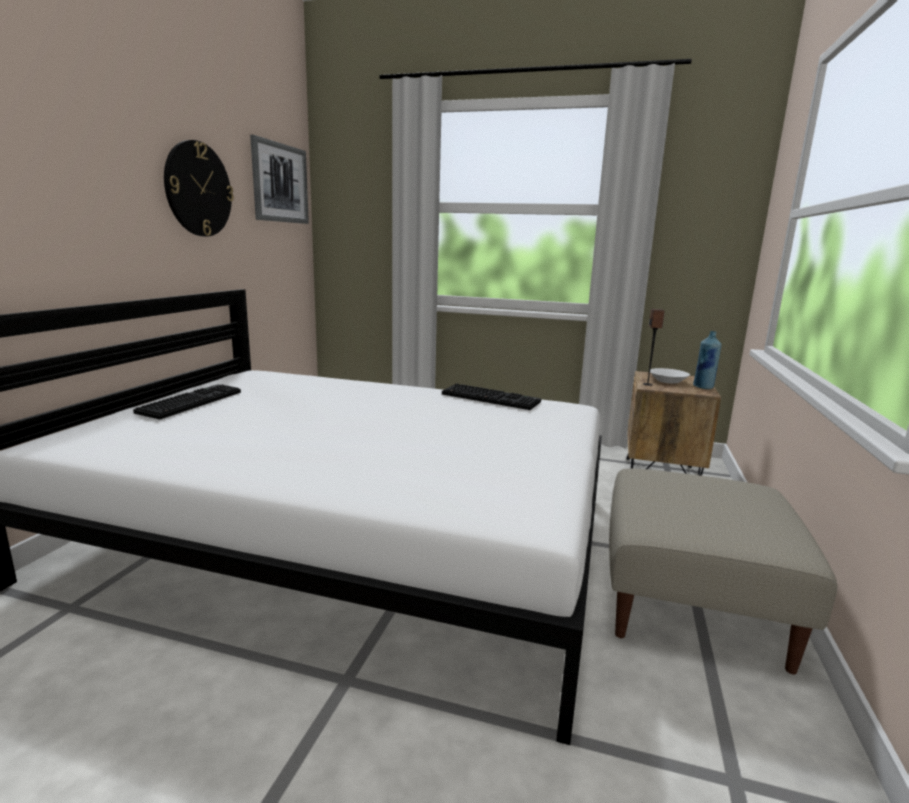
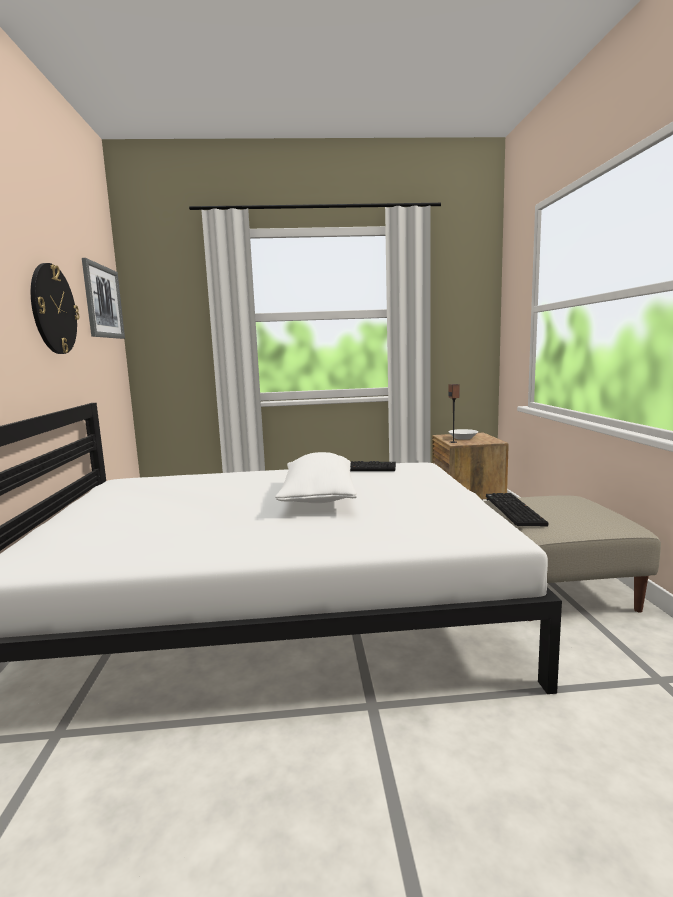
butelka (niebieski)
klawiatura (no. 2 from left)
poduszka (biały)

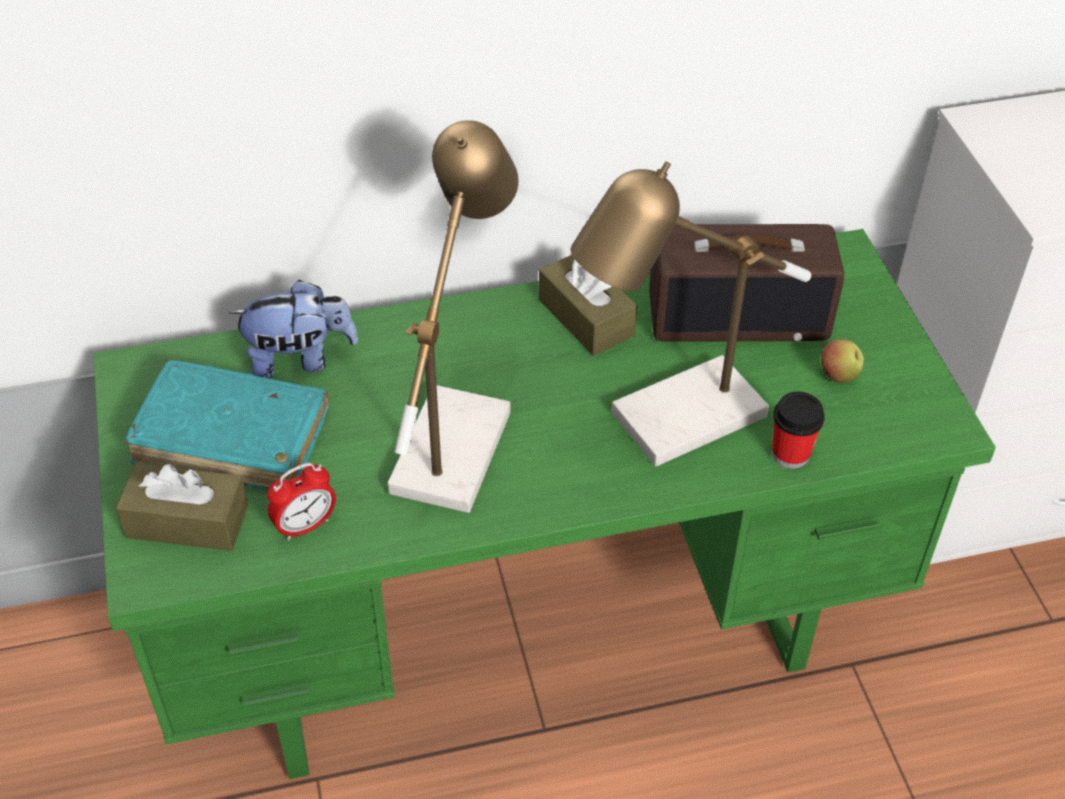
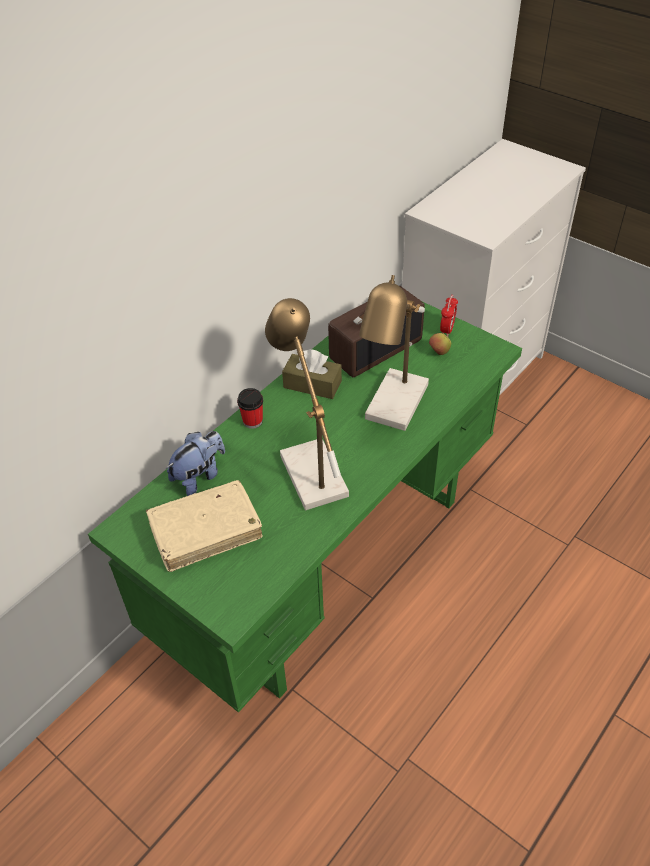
książka (beżowy)
filiżanka
pudełko chusteczek (brązowy) (no. 1 from left in the first image)
budzik

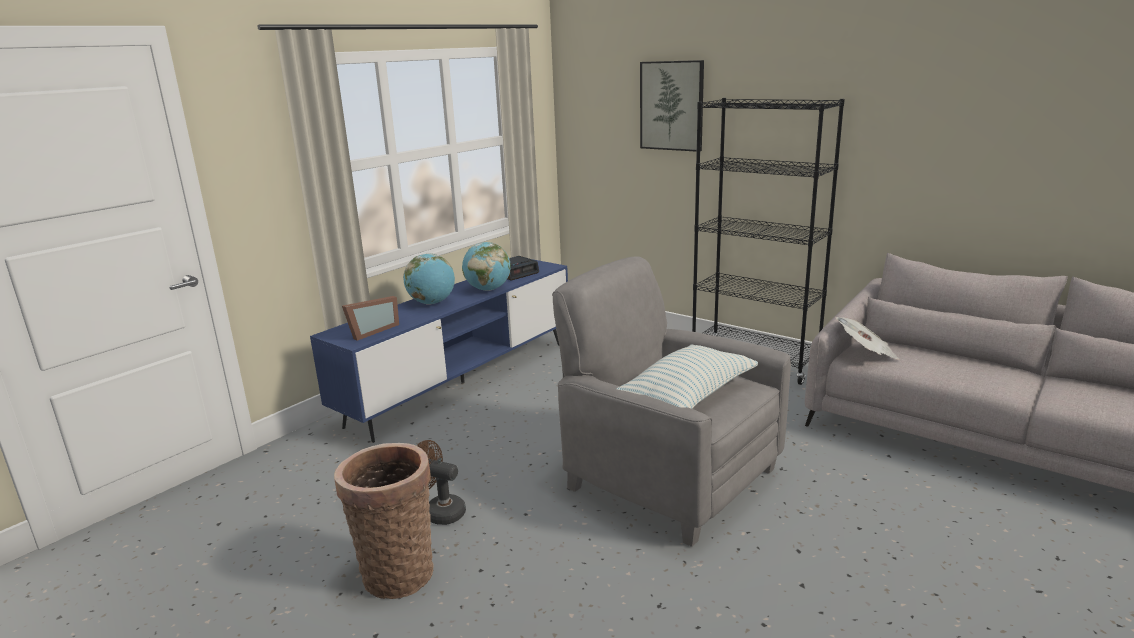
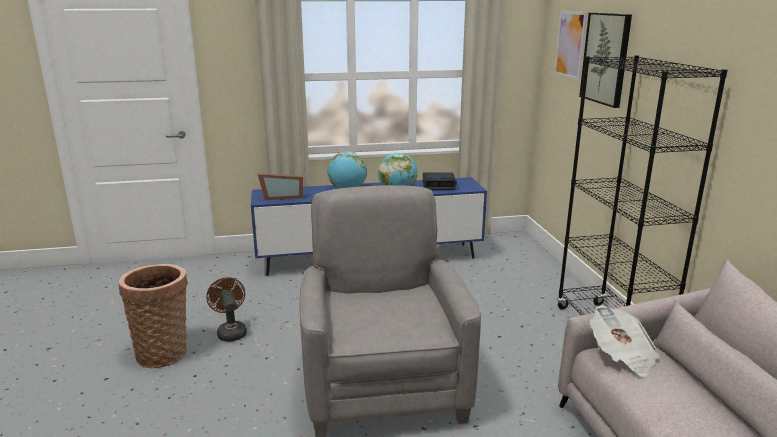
poduszka
obraz (no. 1 from left)

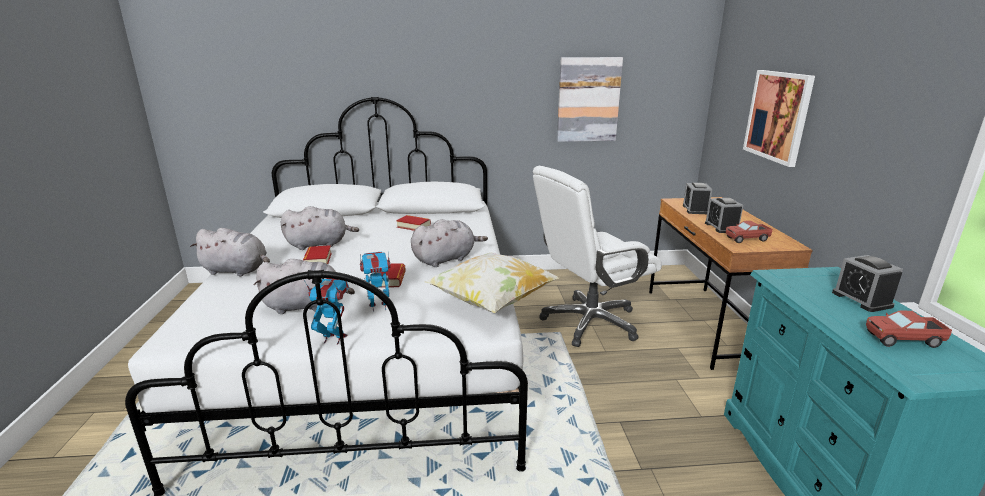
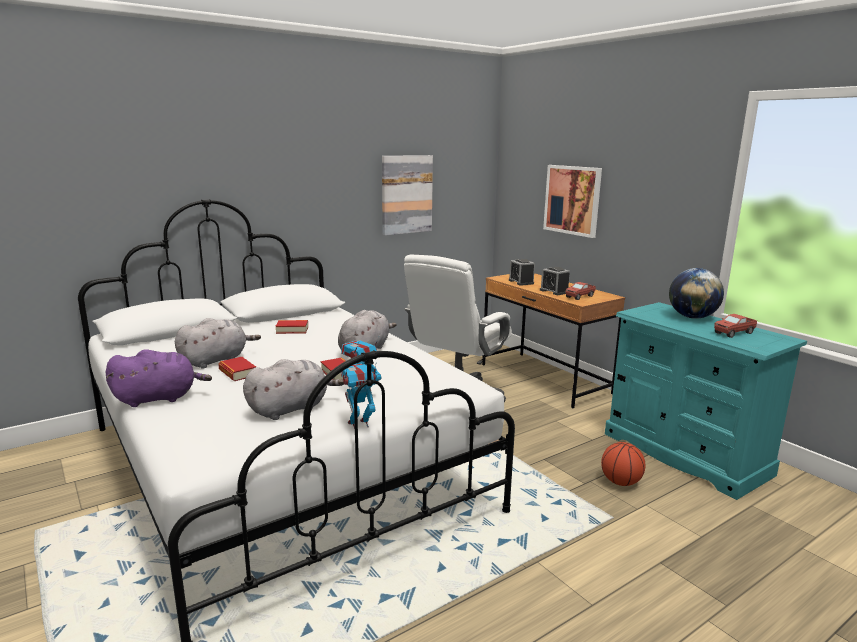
pluszak (fioletowy)
poduszka
globus
piłka do koszykówki

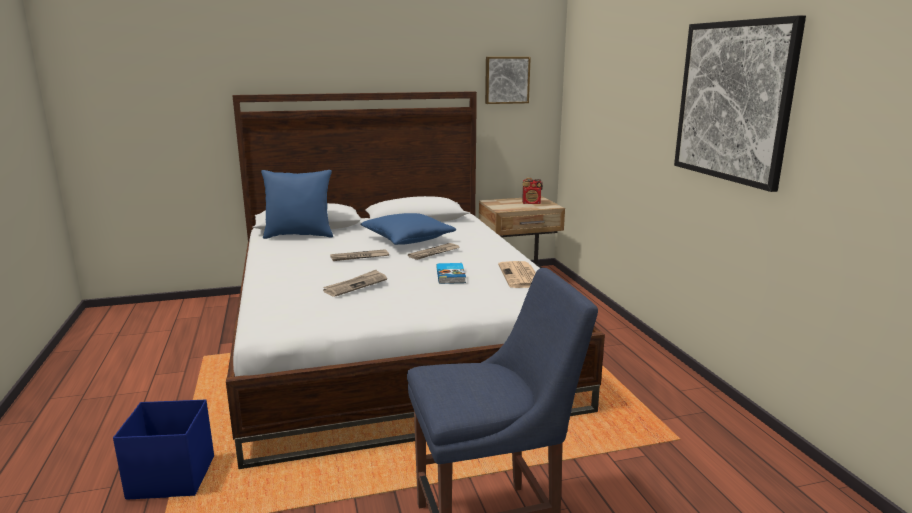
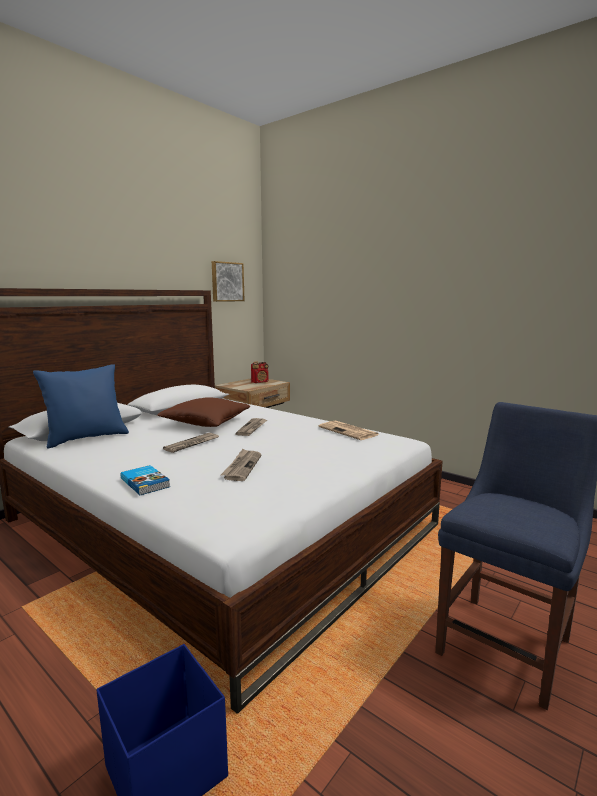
obraz (no. 2 from left in the first image)
poduszka (brązowy)
książka

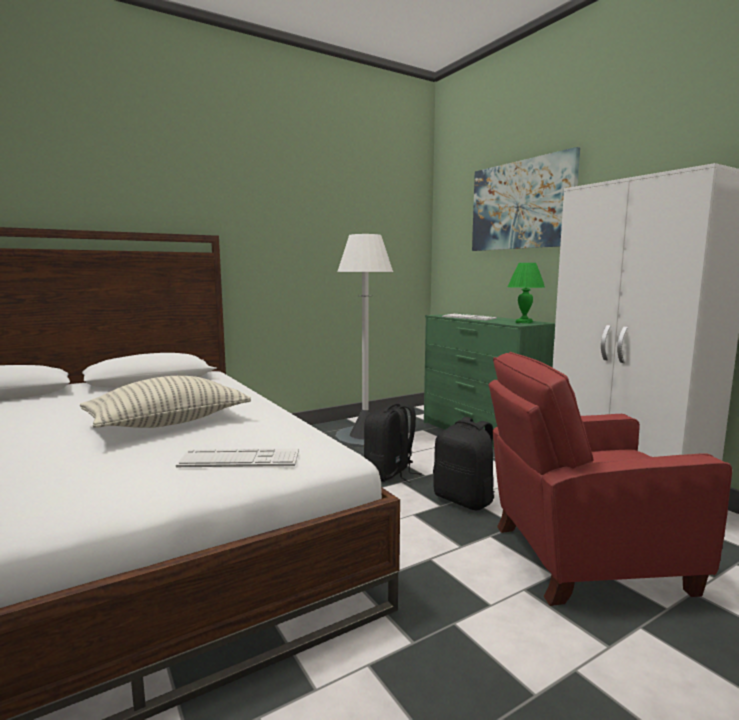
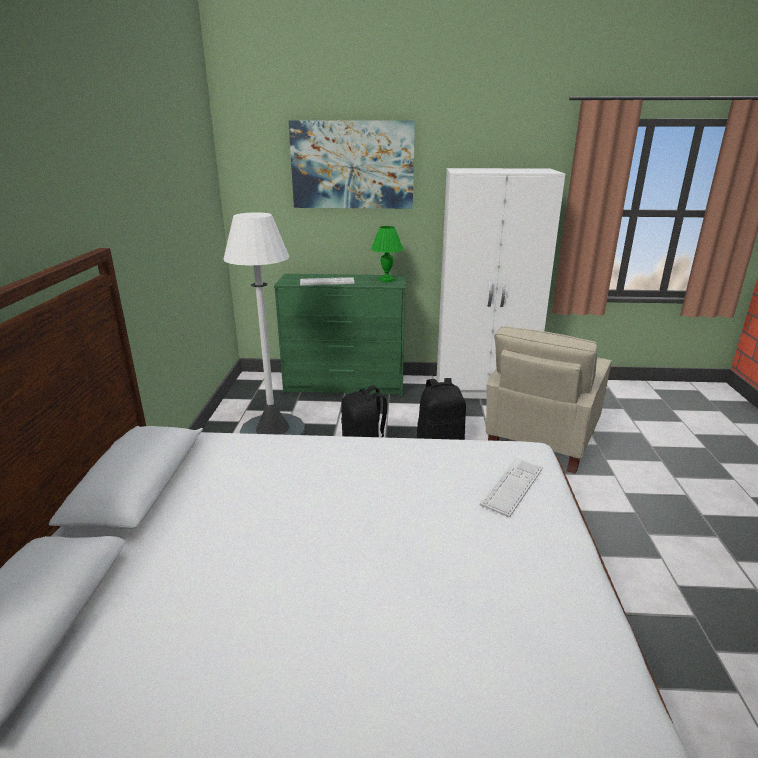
fotel (beżowy)
poduszka

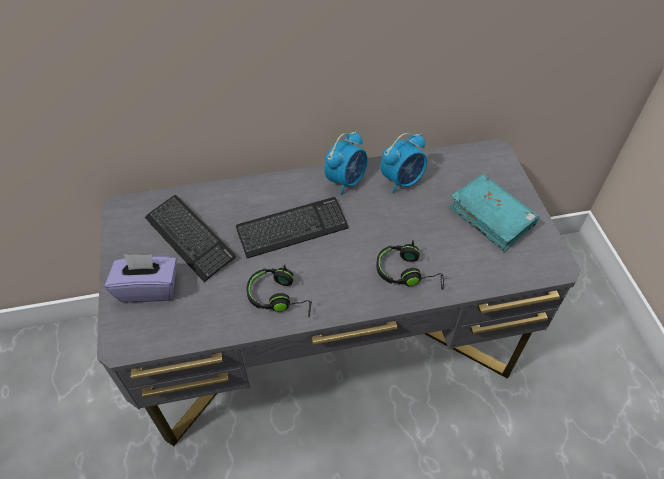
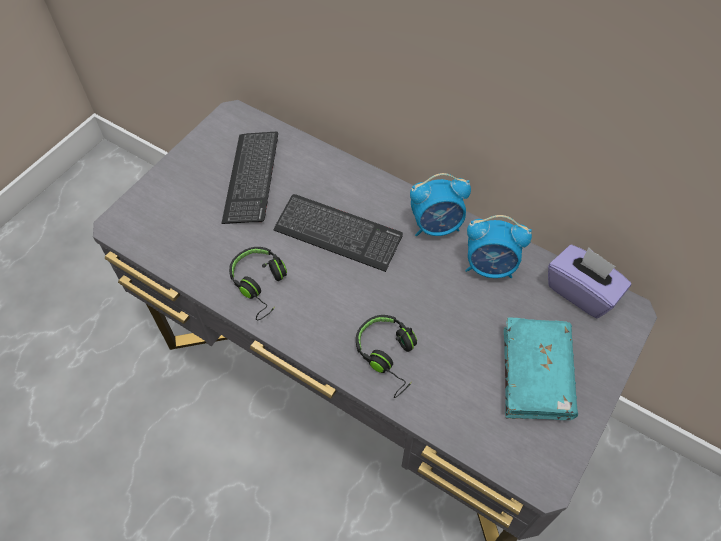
pudełko chusteczek (fioletowy)

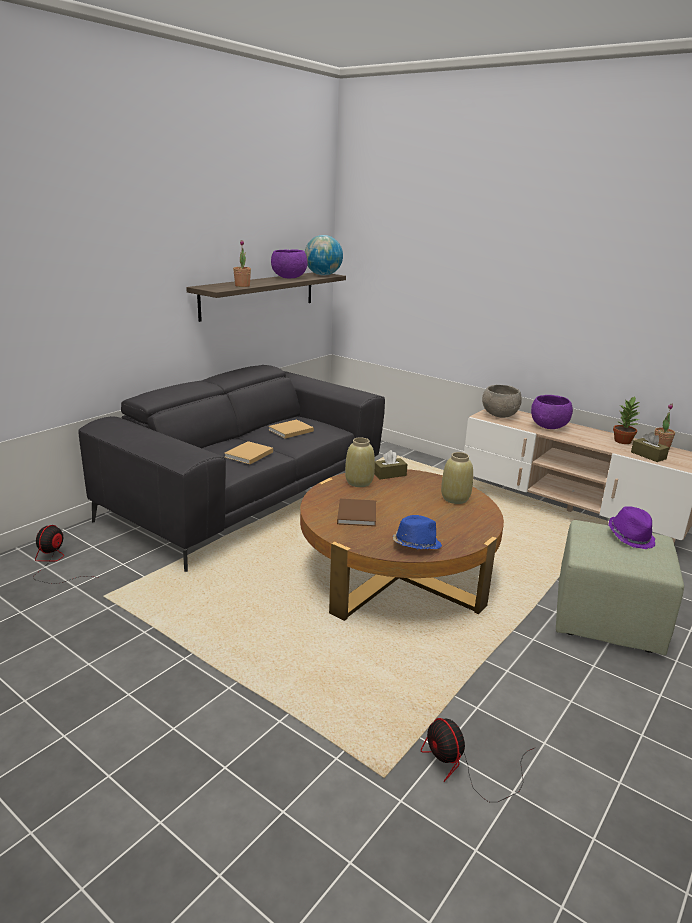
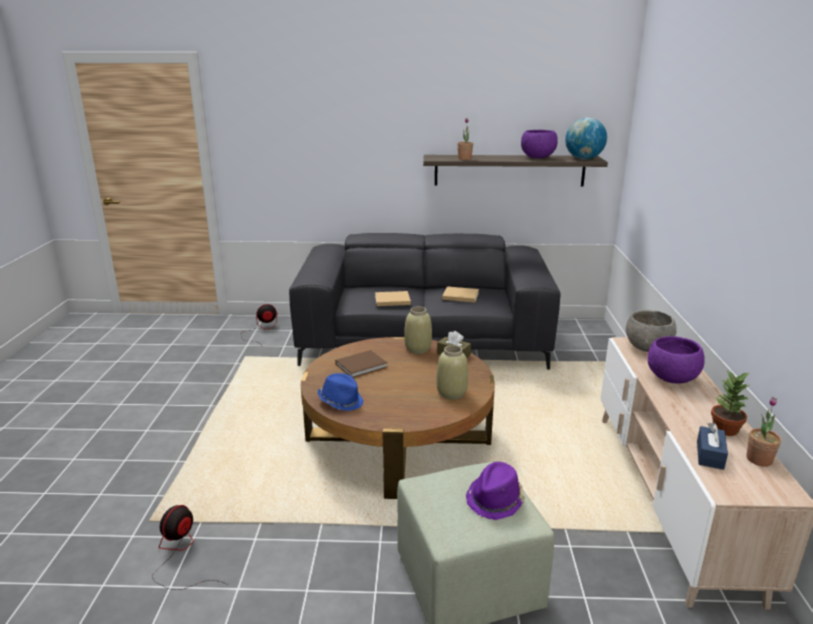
pudełko chusteczek (niebieski)

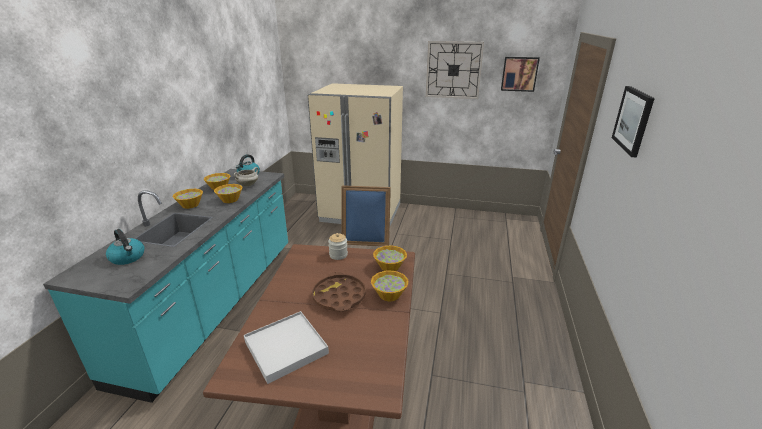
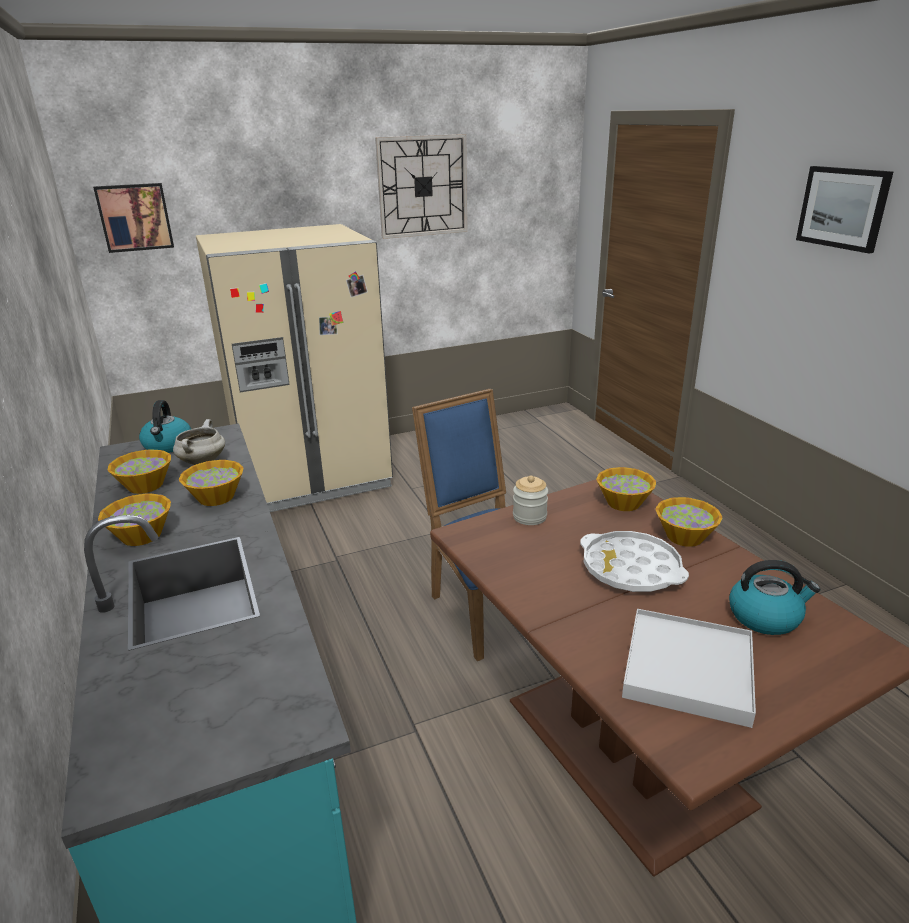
obraz (no. 1 from left)
czajnik (no. 2 from left)
taca (biały) (no. 1 from left)

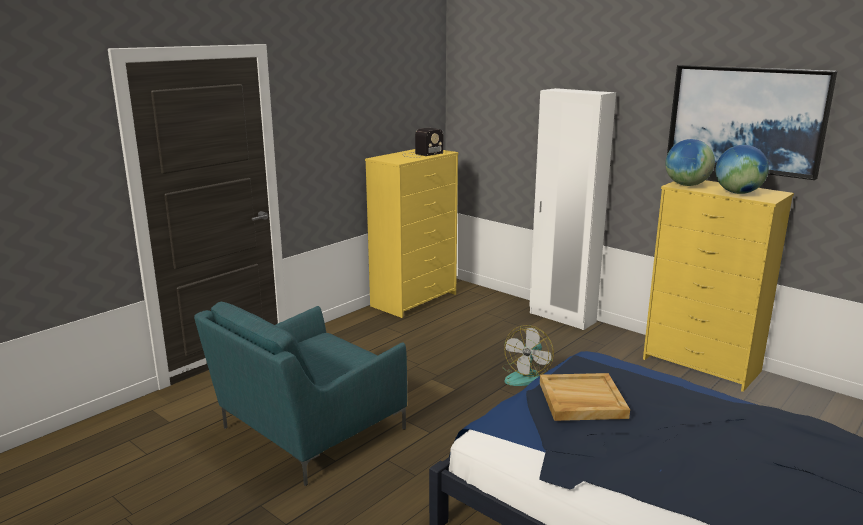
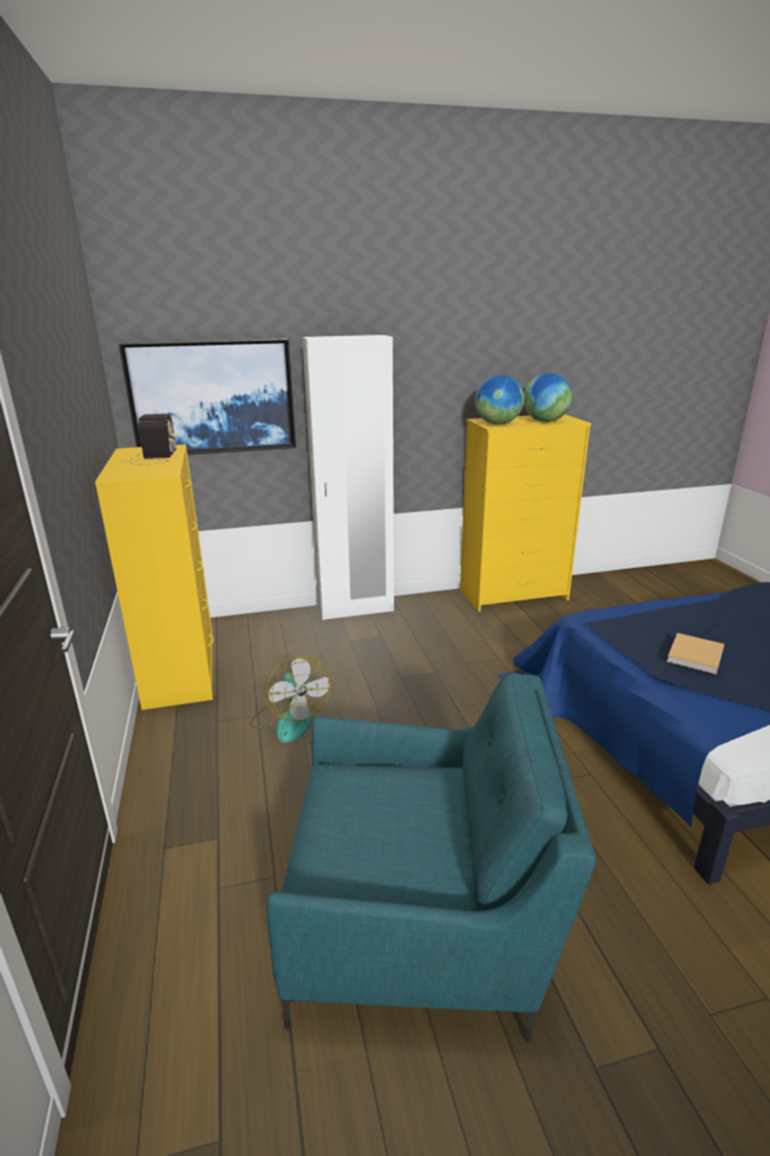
obraz
fotel (turkusowy)
wentylator
książka (beżowy)

